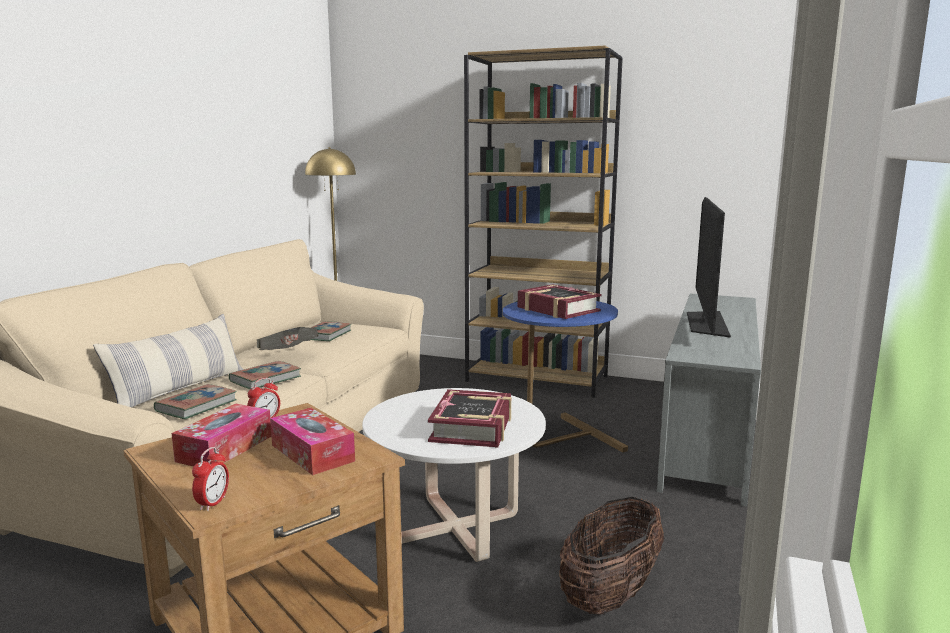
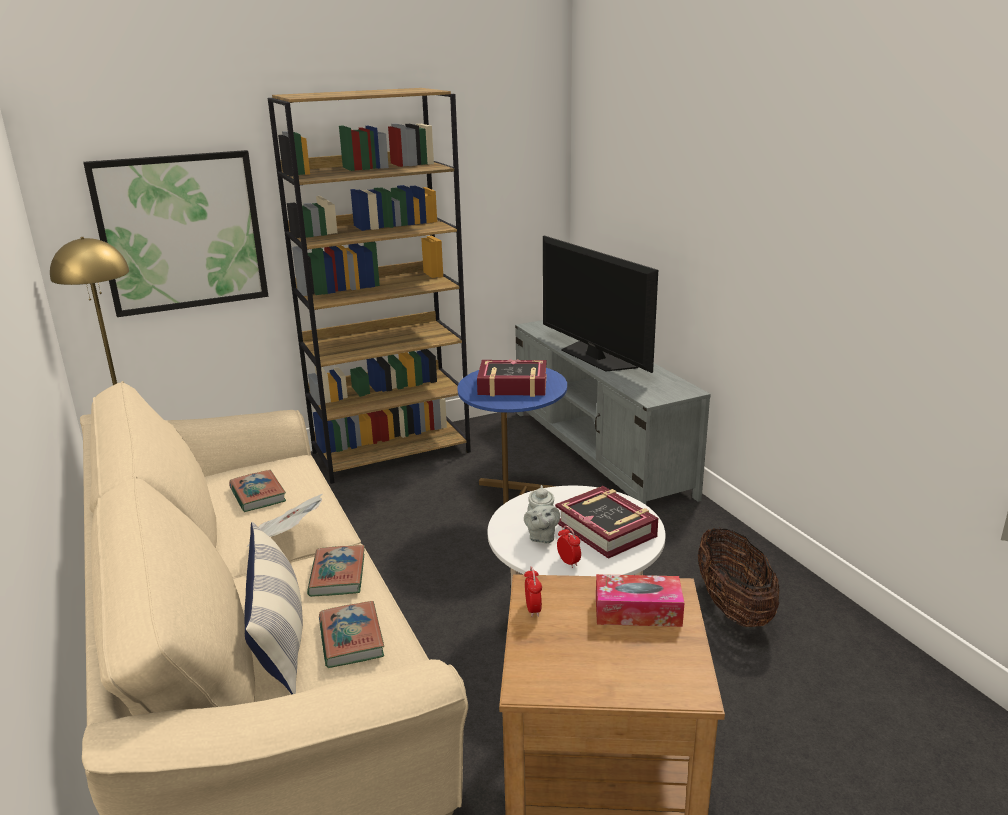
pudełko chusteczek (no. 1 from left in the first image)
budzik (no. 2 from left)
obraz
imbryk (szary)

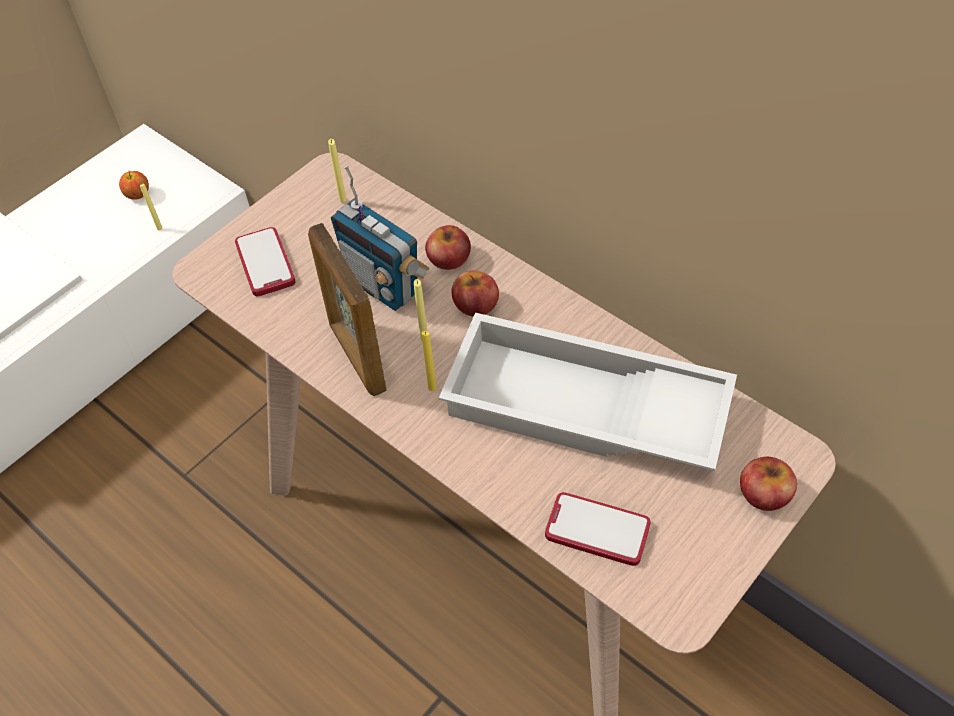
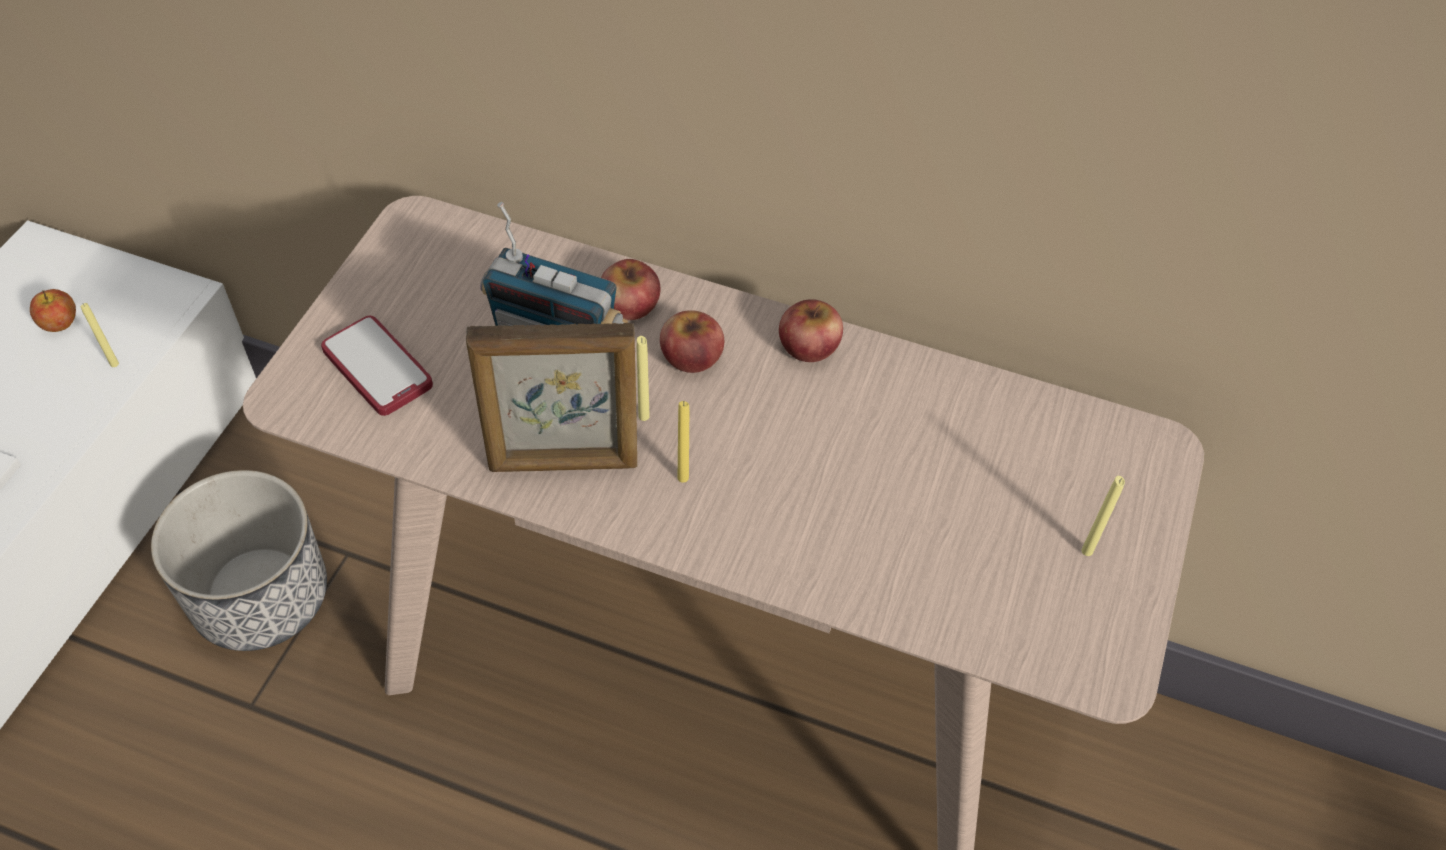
świeca (żółty) (no. 4 from left)
ramka na zdjęcie
taca (biały)
jabłko (no. 4 from left)
telefon (no. 2 from left in the first image)
donica

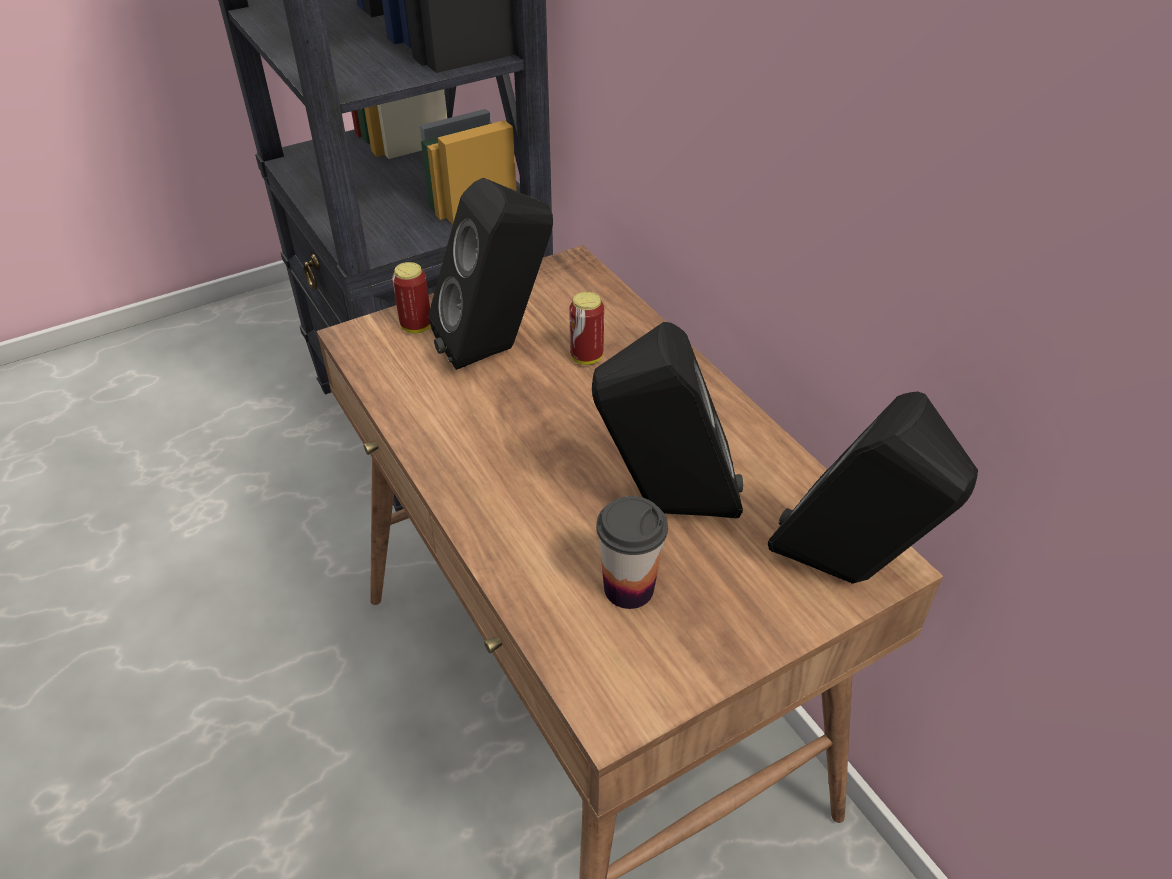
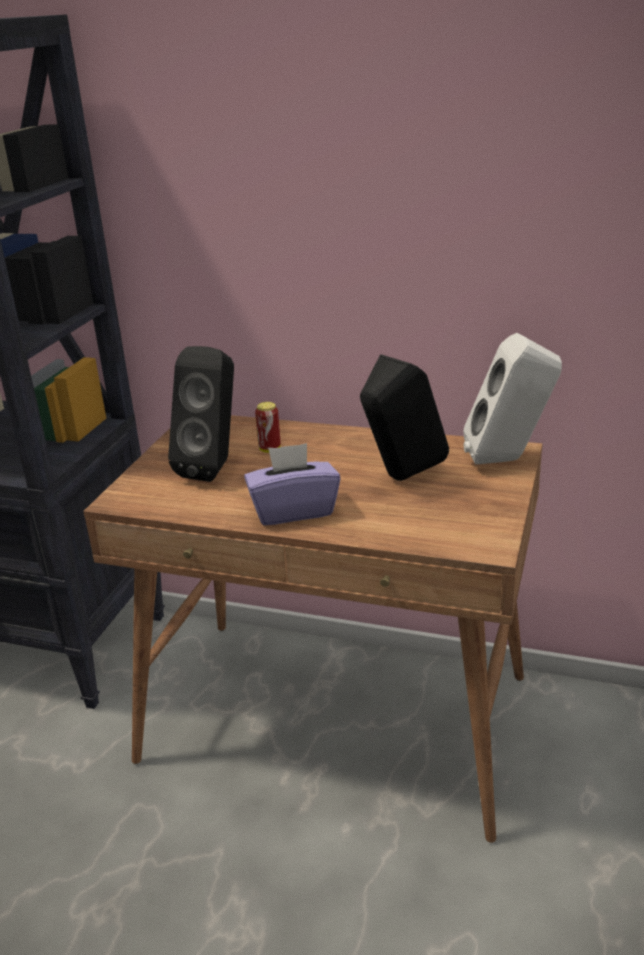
puszka (no. 1 from left in the first image)
głośnik (biały)
filiżanka
pudełko chusteczek (fioletowy)

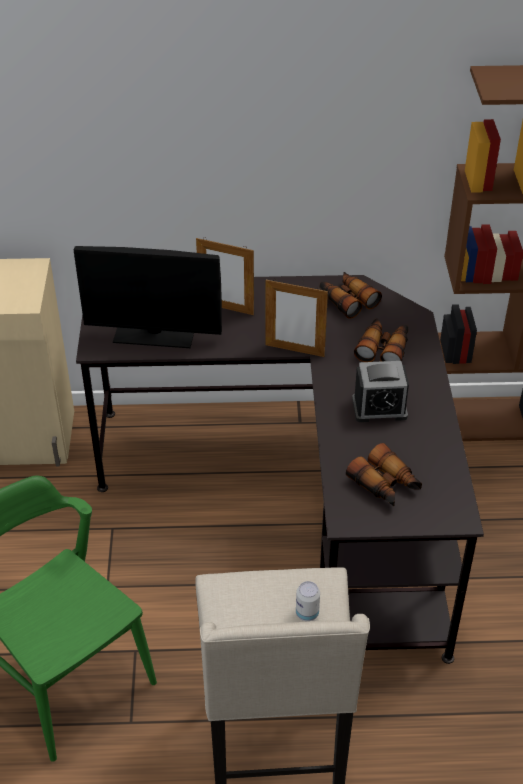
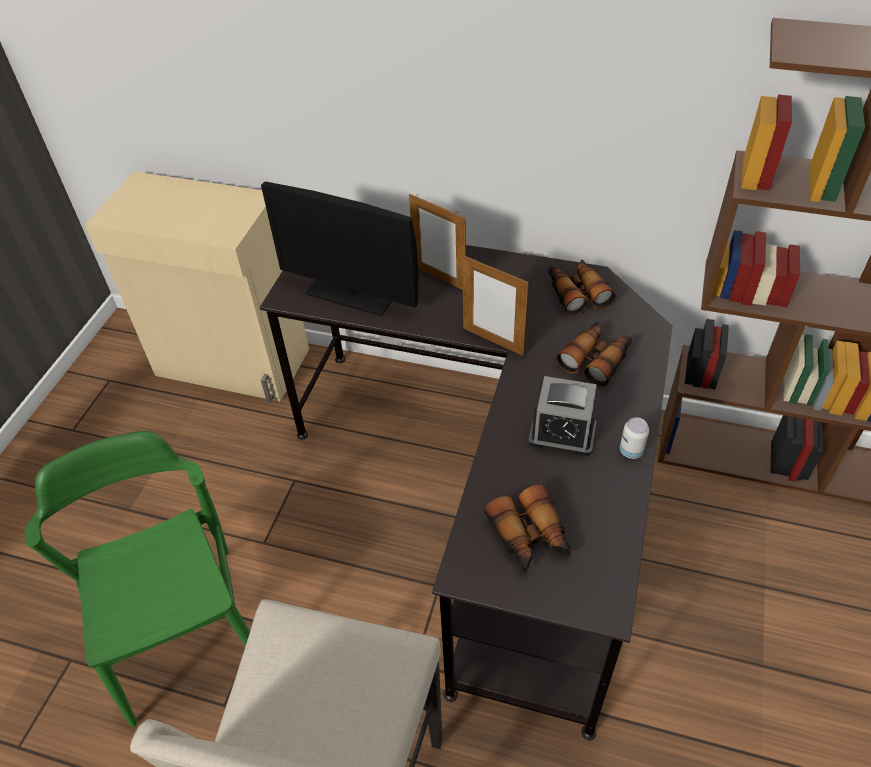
puszka

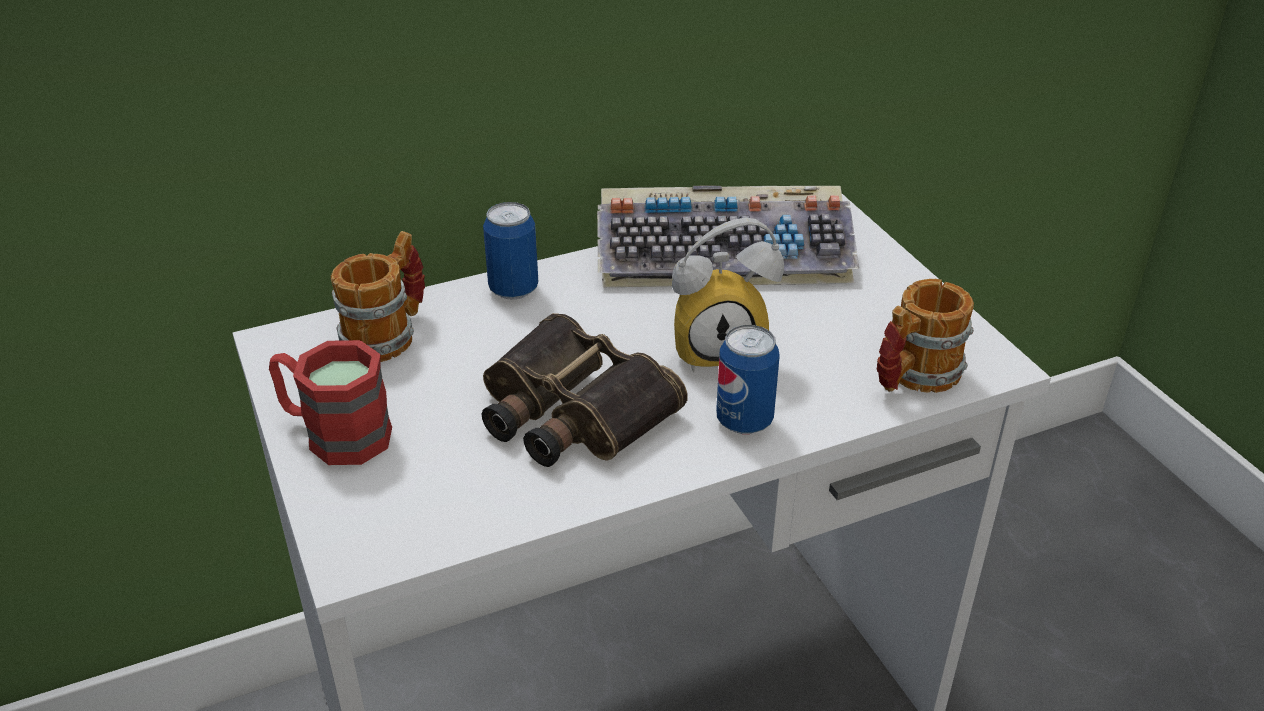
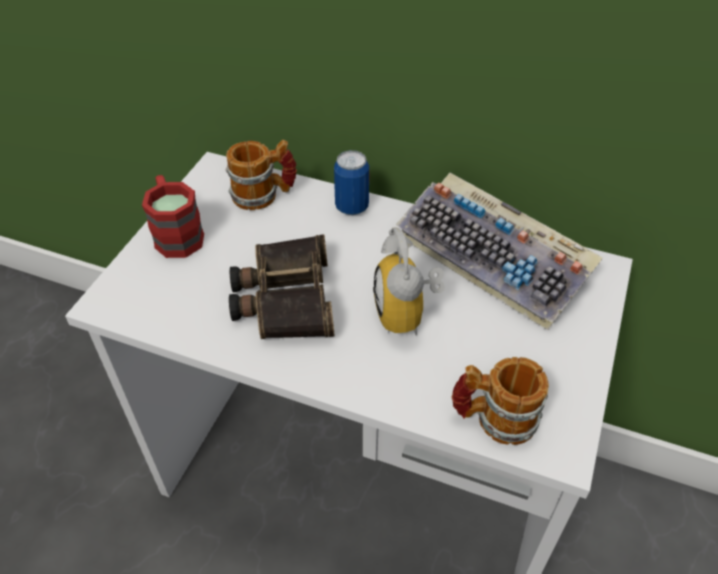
budzik
puszka (no. 2 from left in the first image)

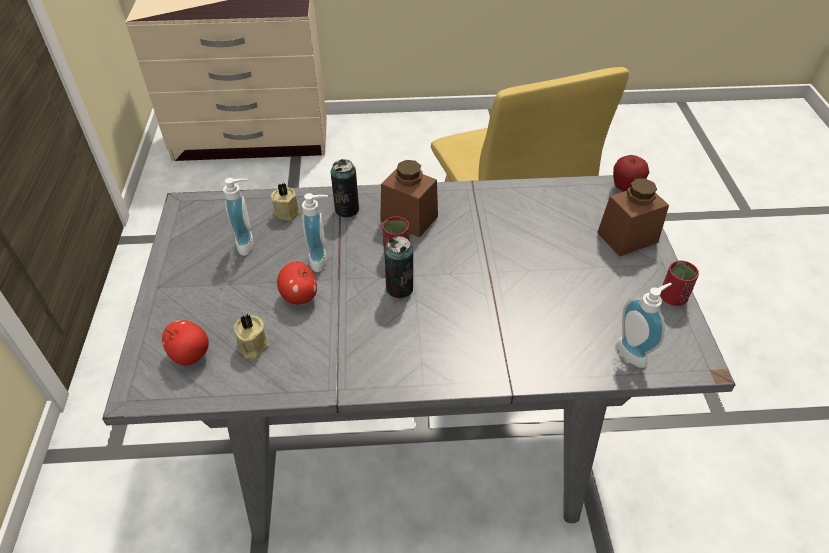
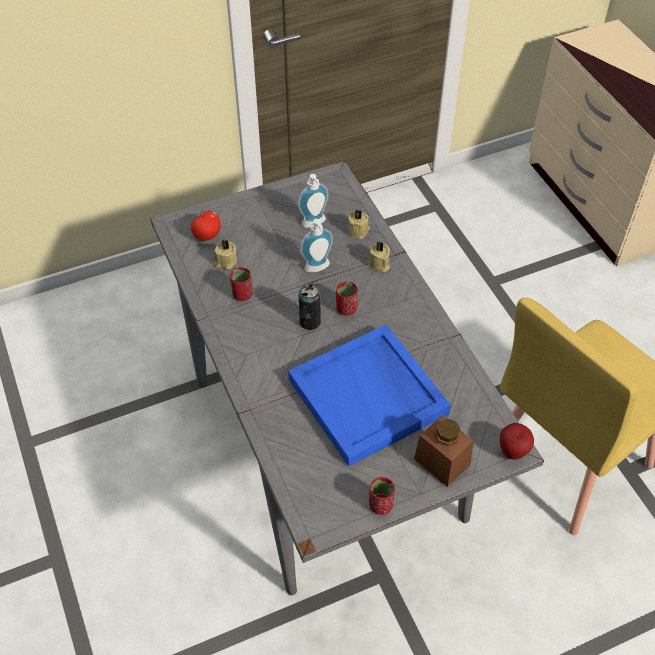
świeca (beżowy) (no. 3 from left)
słoik (brązowy) (no. 1 from left in the first image)
jabłko (no. 2 from left in the first image)
dozownik mydła (no. 3 from left in the first image)
filiżanka (czerwony) (no. 1 from left)
taca (niebieski)

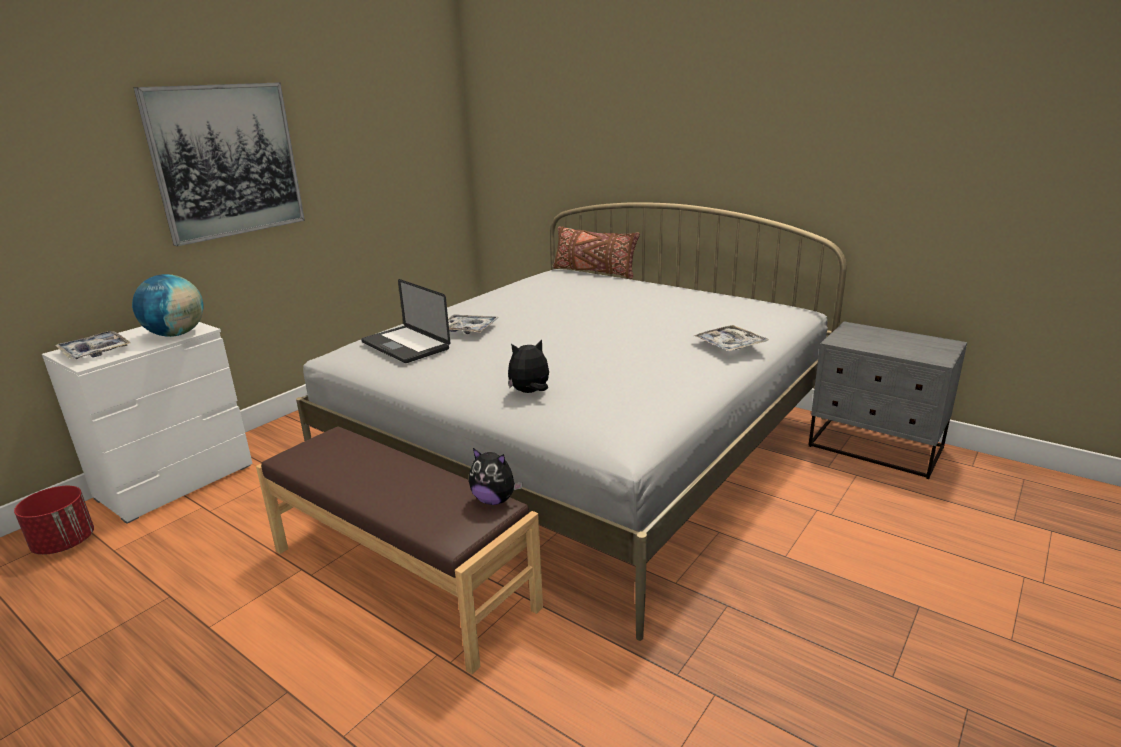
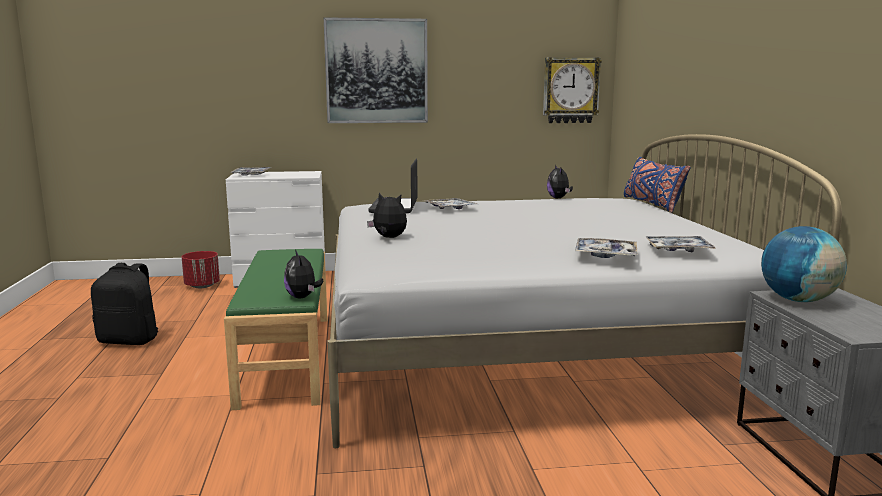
poduszka (niebieski)
globus
ławka (zielony)
zegar ścienny
pluszak (no. 3 from left)
taca (no. 4 from left)
plecak (czarny)

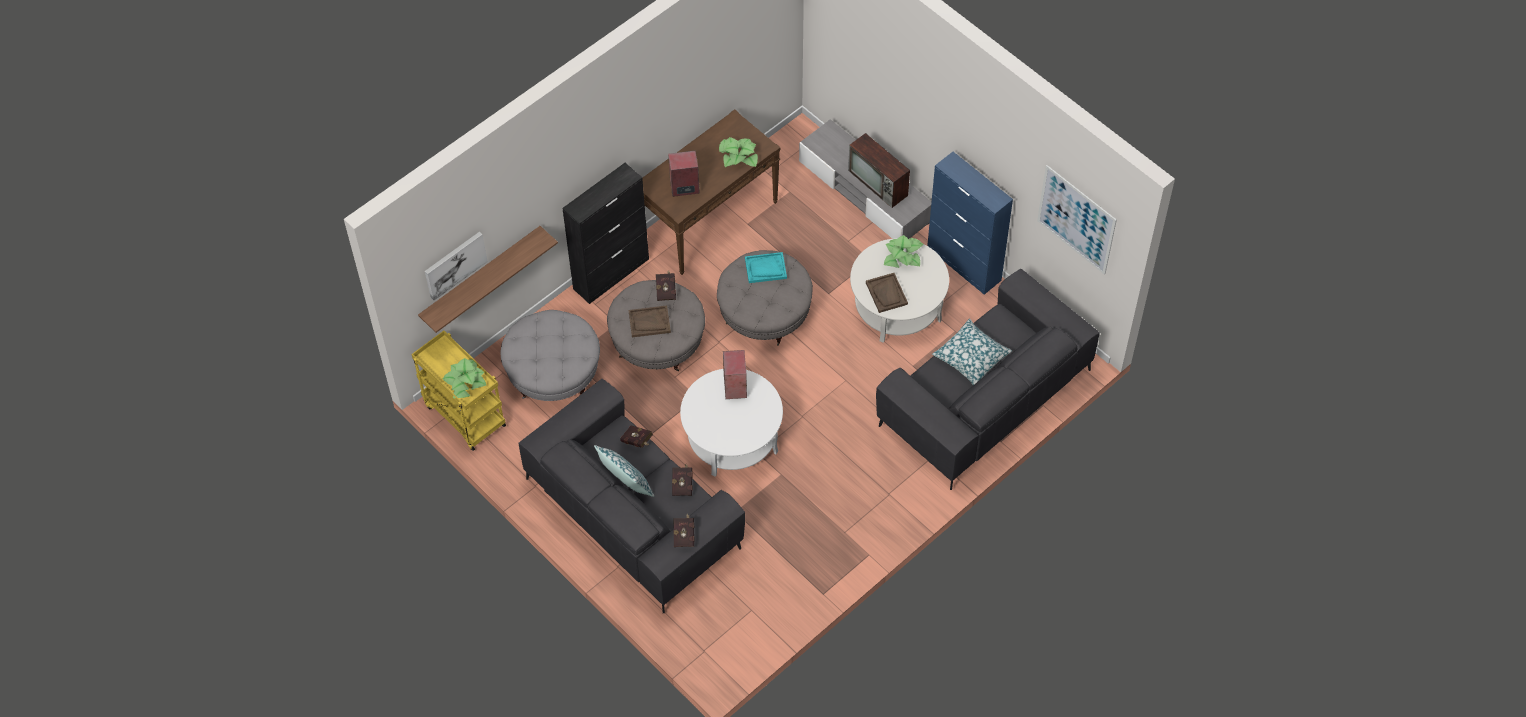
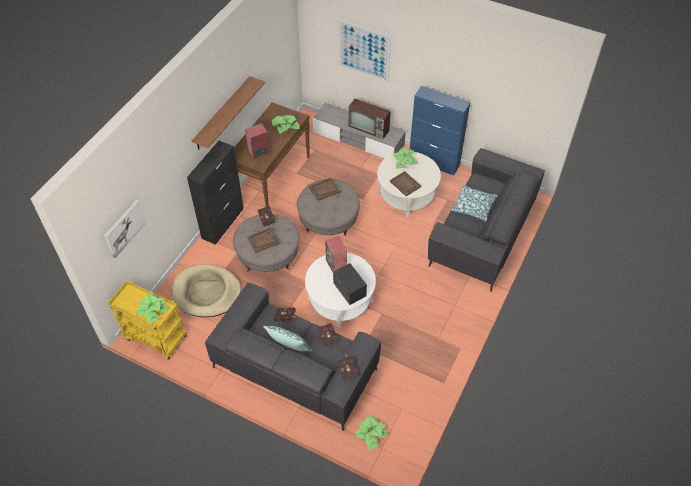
obraz (no. 2 from left)
półka
taca (brązowy) (no. 2 from left)
legowisko (beżowy)
radio
roślina doniczkowa (no. 3 from left)

